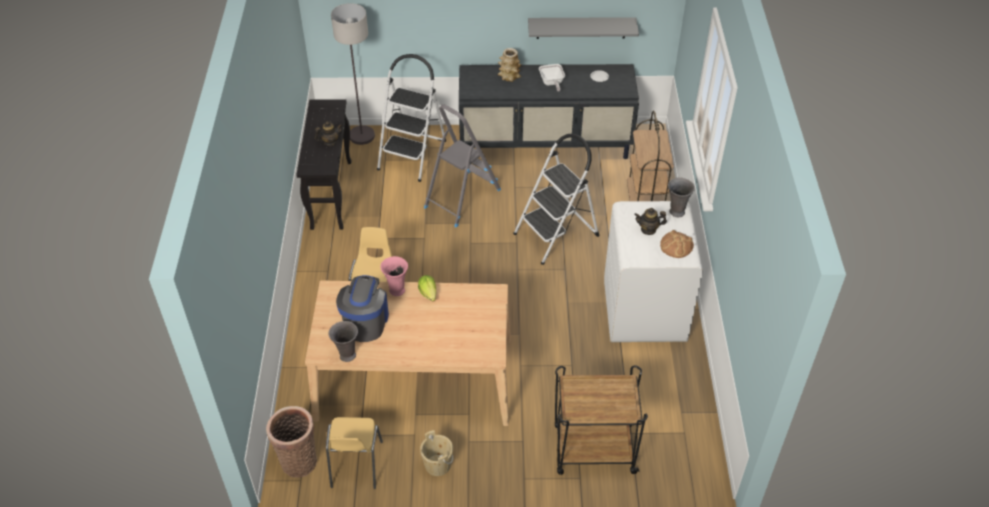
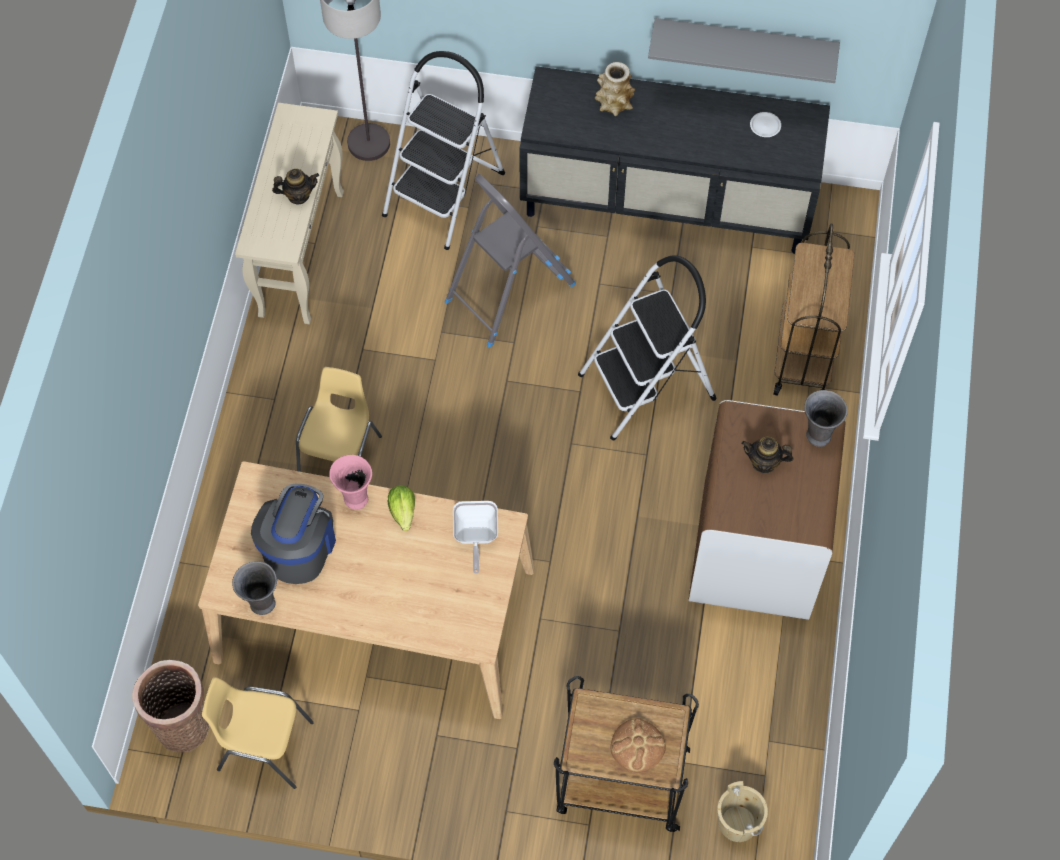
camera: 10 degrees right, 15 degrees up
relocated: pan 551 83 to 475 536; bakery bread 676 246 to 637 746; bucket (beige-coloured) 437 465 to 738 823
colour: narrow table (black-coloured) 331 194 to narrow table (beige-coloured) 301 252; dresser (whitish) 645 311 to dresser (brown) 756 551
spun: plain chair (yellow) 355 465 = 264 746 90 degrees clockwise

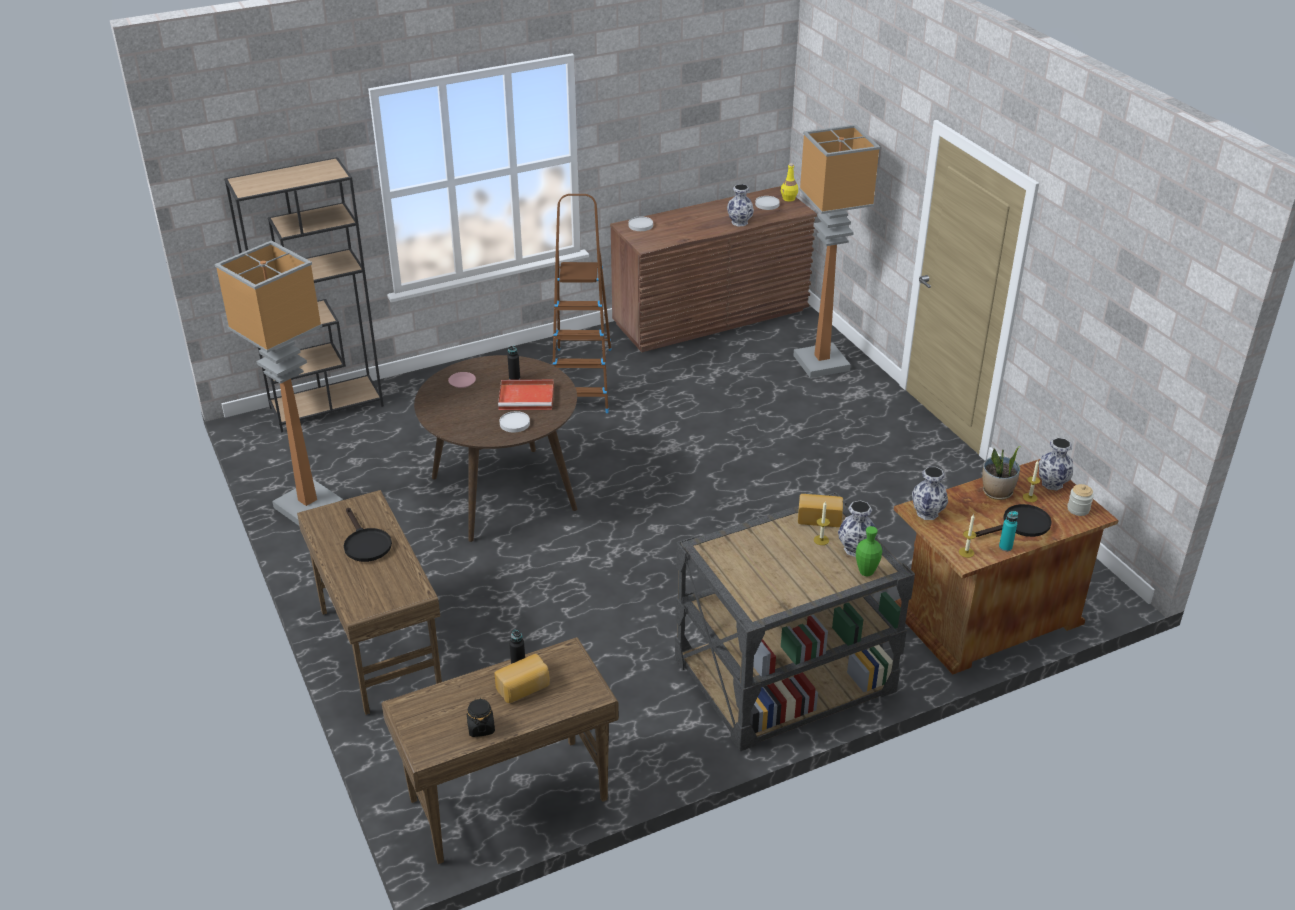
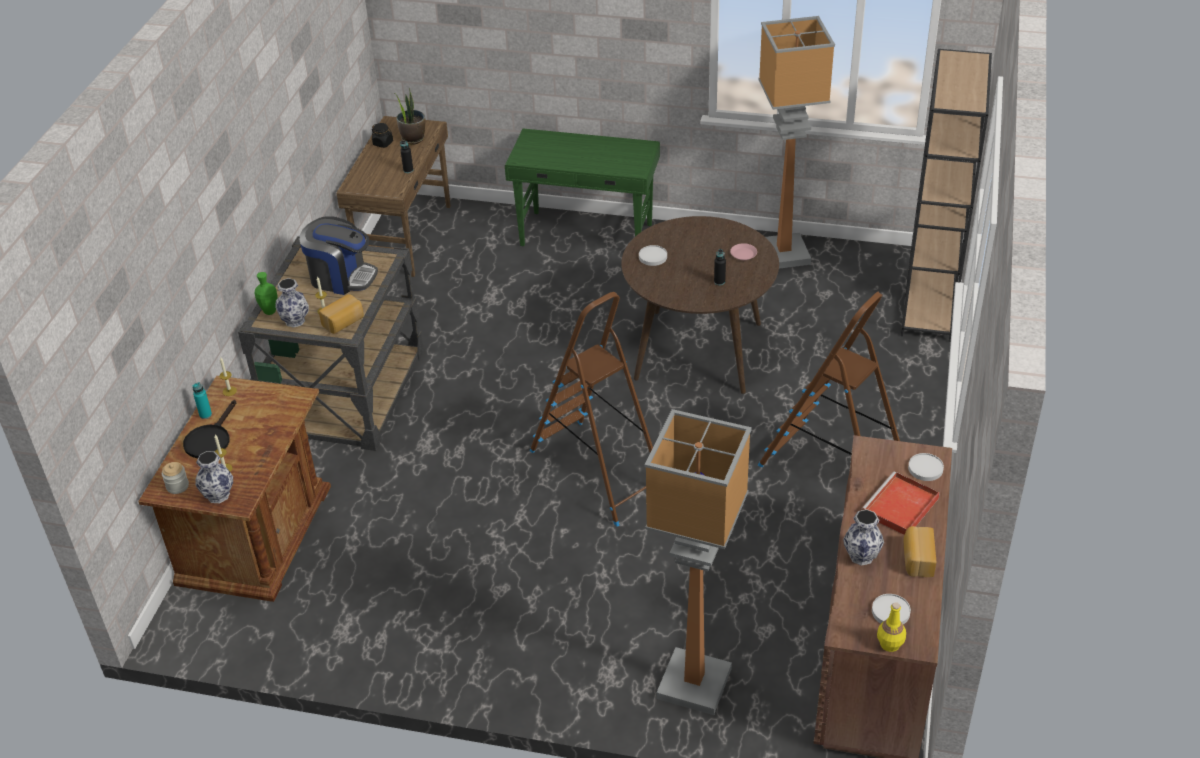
camera: 130 degrees right, 5 degrees up
missing: decorative vase 926 513; pan (black-coloured) 365 543
appeared: coffee machine 341 277; stepladder (brown) 596 471
relocated: carrying tray (reddish) 527 397 to 900 507; potted plant 997 492 to 413 138; bakery bread 524 688 to 917 559
colour: narrow table (brown) 379 649 to narrow table (green) 587 235

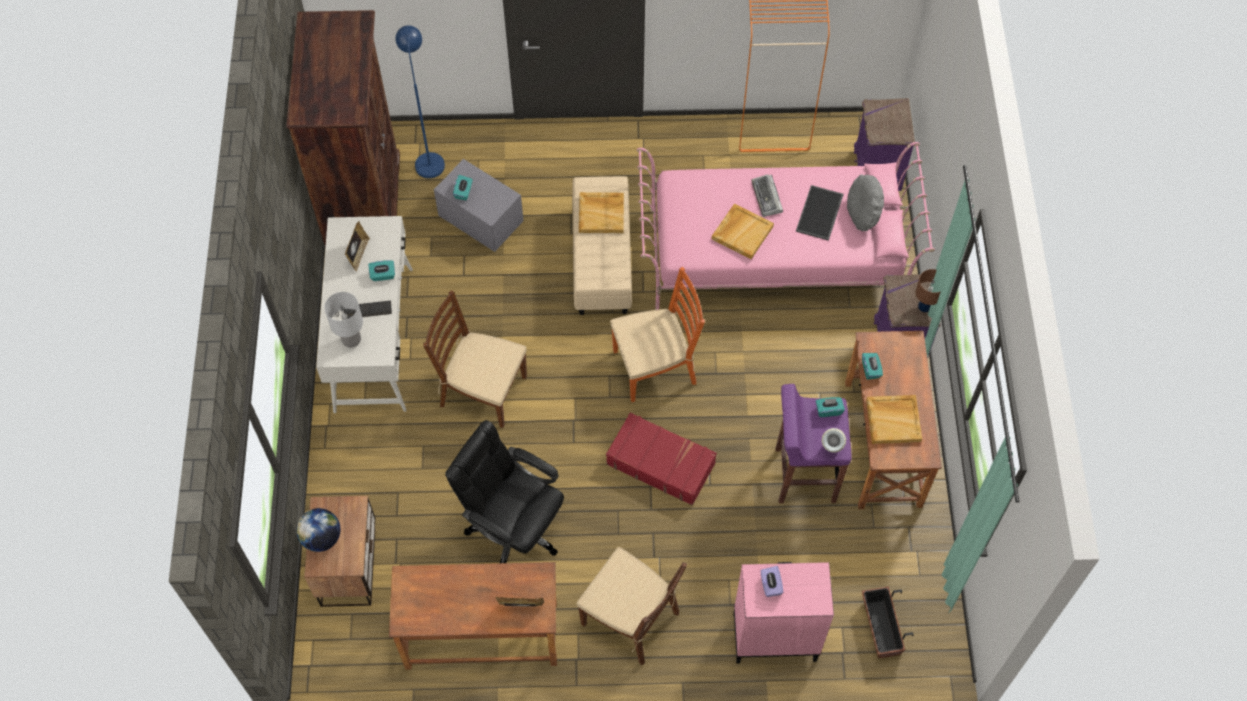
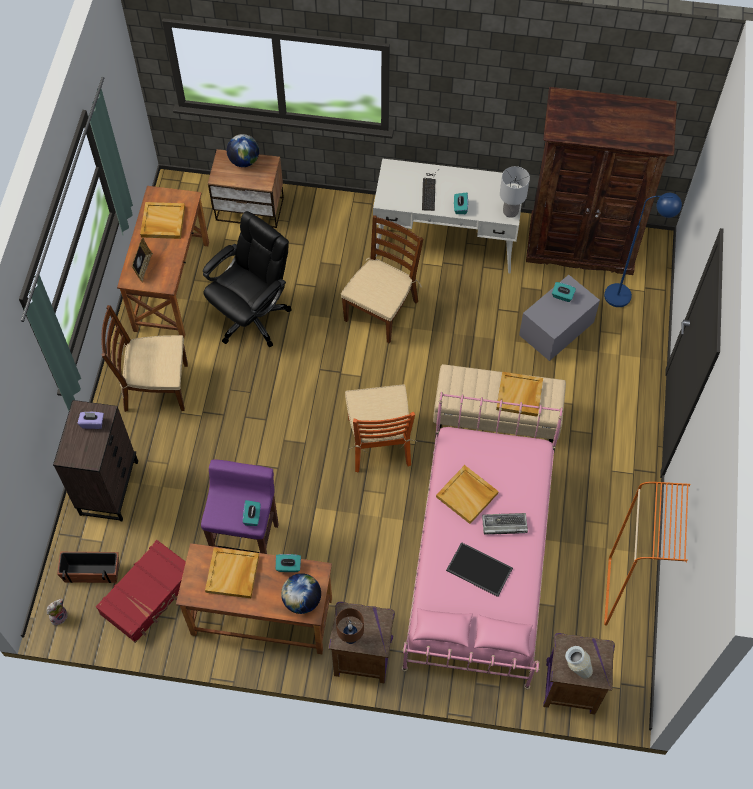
camera: 100 degrees right, 0 degrees up
missing: throw pillow (grey) 862 216; picture frame 358 254
appeared: carrying tray (beige-coloured) 162 222; world globe 302 600; soft toy 59 616
relocated: lamp for a table (grey) 352 341 to 510 212; piece of luggage (reddish) 660 463 to 149 595; decorative vase 830 450 to 576 668
colour: dresser (pink-coloured) 773 637 to dresser (brown) 109 487
spun: plain chair (brown) 631 619 = 155 387 45 degrees clockwise

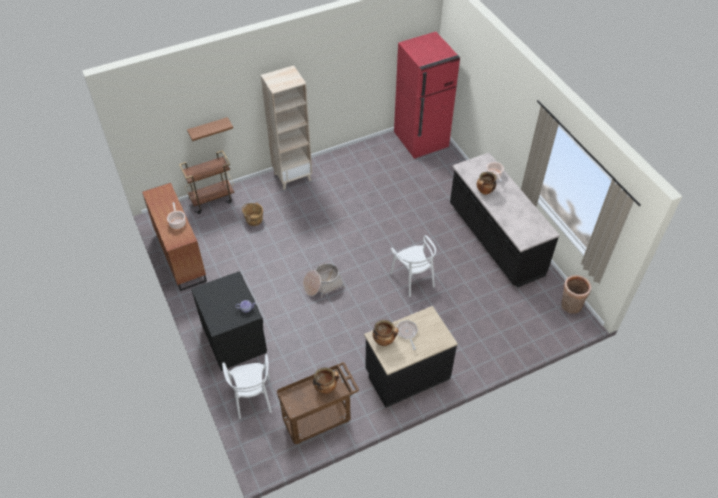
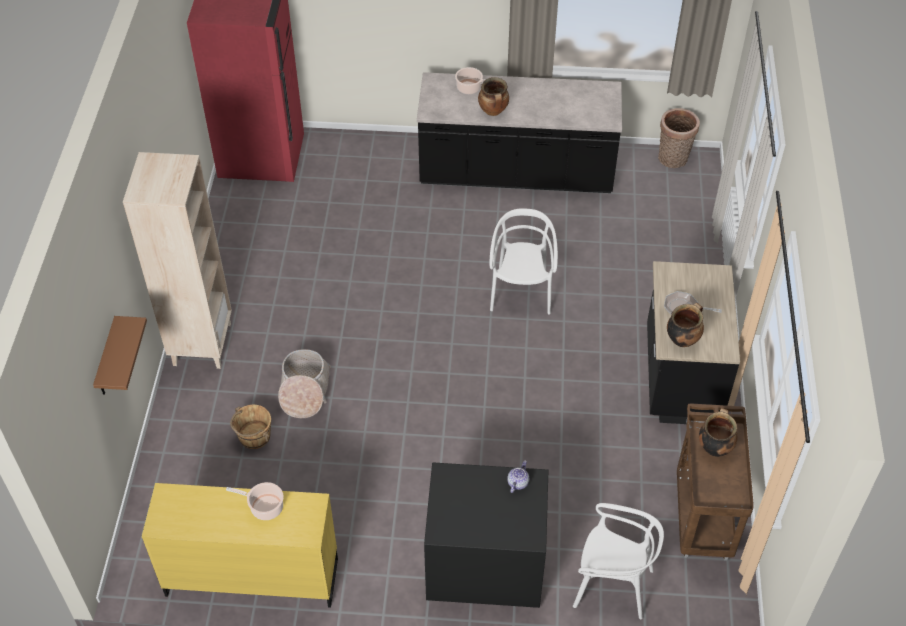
camera: 60 degrees left, 0 degrees up
missing: trolley (brown) 213 201
relocated: basket 322 284 to 304 391
colour: dresser (brown) 180 256 to dresser (yellow) 251 578
spun: plain chair (whitish) 413 279 = 521 292 90 degrees counterclockwise

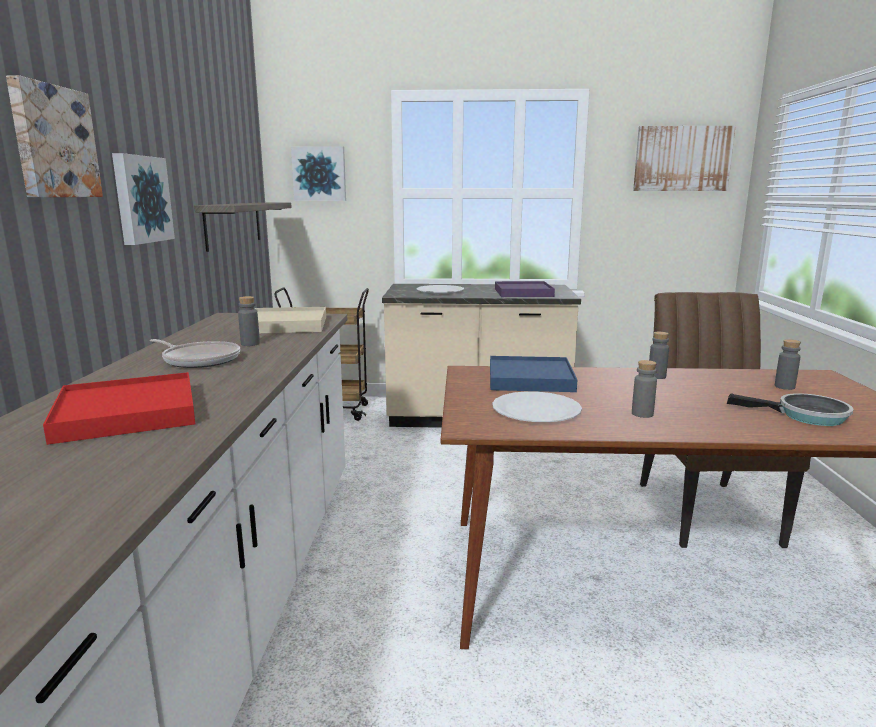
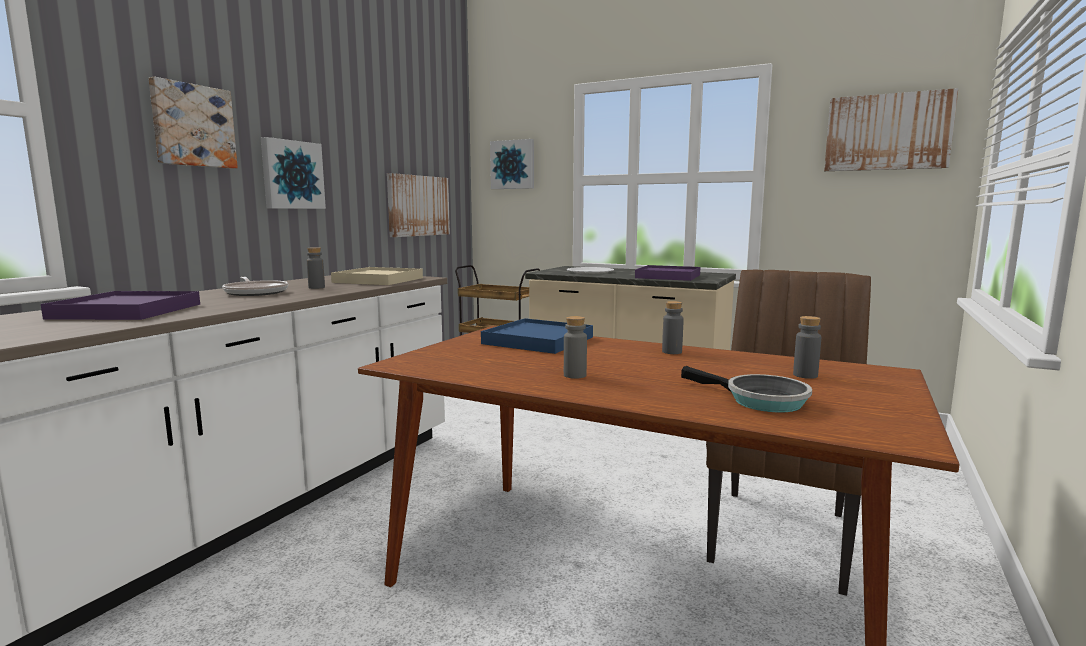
camera: 25 degrees right, 5 degrees down
missing: flat dish (whitish) 536 410
exchanged: shelf 233 224 to wall art 418 206
colour: carrying tray (reddish) 128 413 to carrying tray (purple-coloured) 127 311

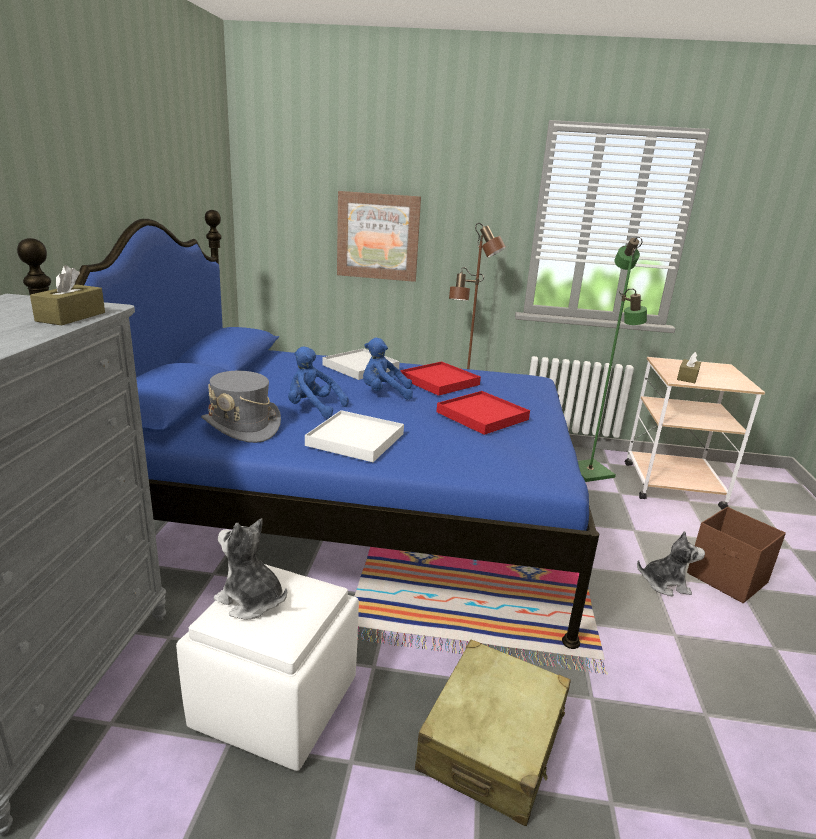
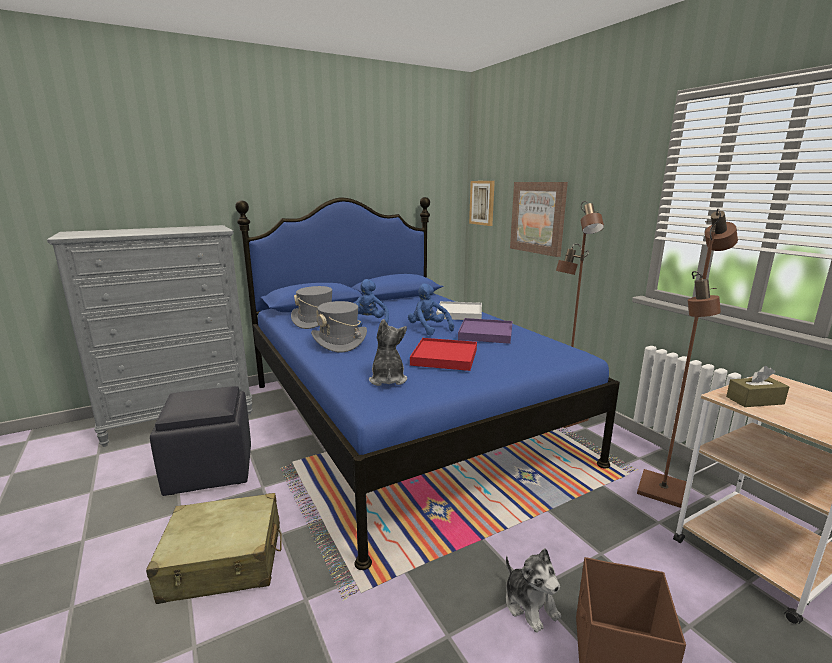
camera: 55 degrees right, 5 degrees down
missing: box of tissues (brown) 71 317
appeared: wall art 482 203
relocated: soft toy 251 601 to 387 379
exchanged: carrying tray (whitish) 356 439 to wearable hat (grey) 340 342
colour: floor lamp (green) 589 471 to floor lamp (brown) 662 490; carrying tray (reddish) 439 381 to carrying tray (purple-coloured) 485 333; pouffe (whitish) 275 701 to pouffe (black-coloured) 211 469

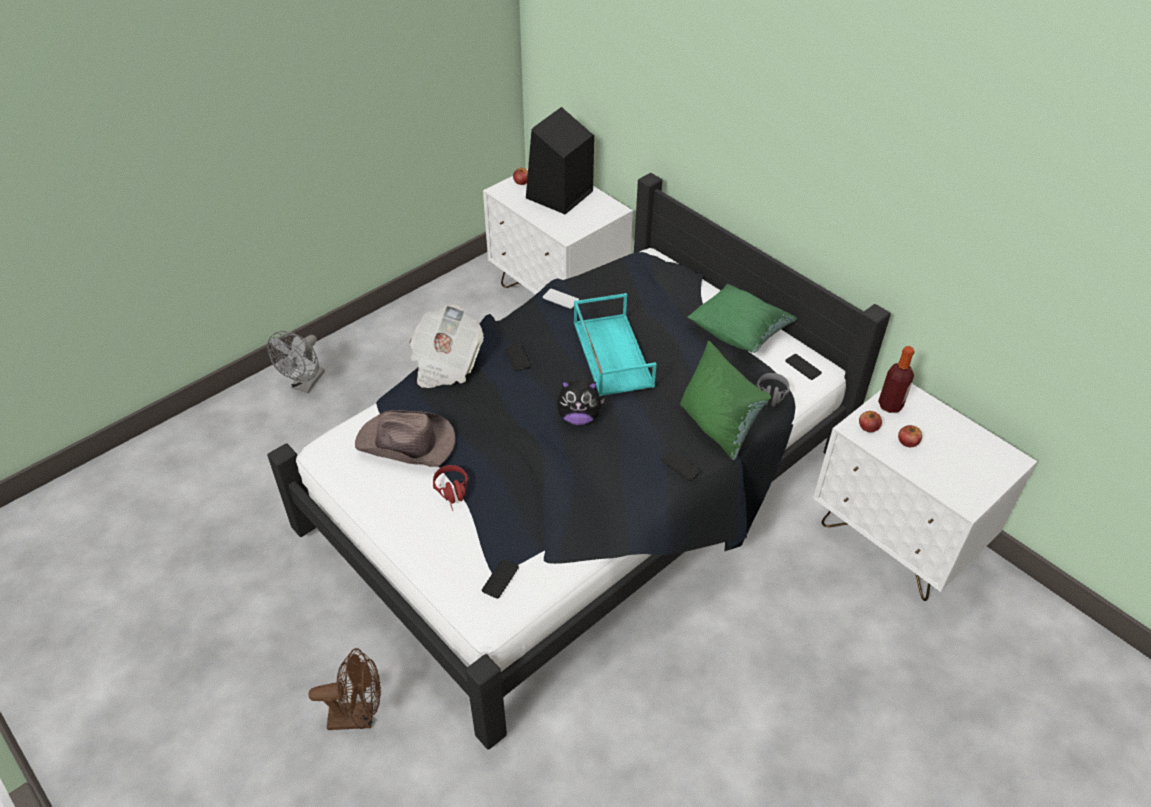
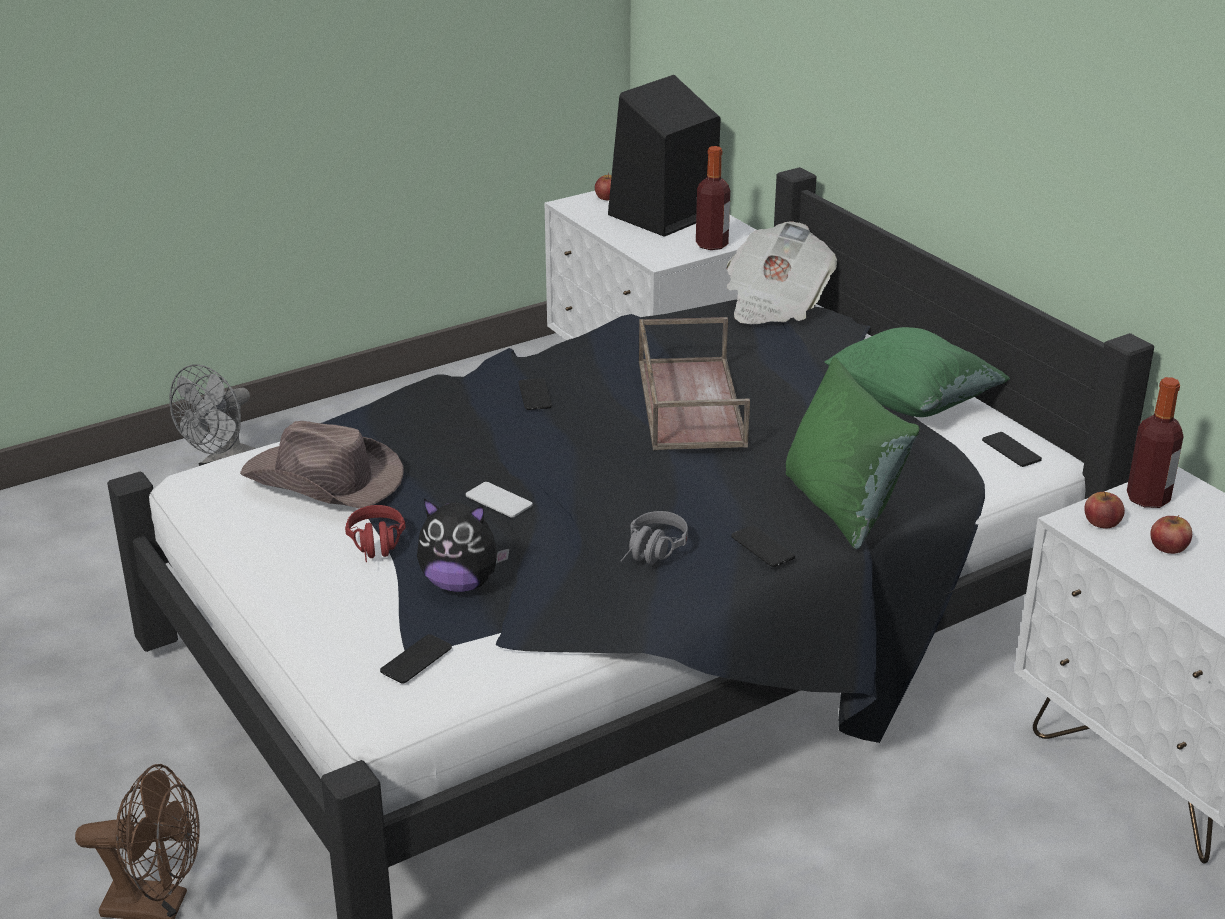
camera: 10 degrees right, 15 degrees down
appeared: bottle 711 245
relocated: phone 560 299 to 499 501; daily paper 445 363 to 775 303; headphones (grey) 770 398 to 652 554; soft toy 579 417 to 460 584
colour: carrying tray (blue-green) 611 353 to carrying tray (brown) 688 402

